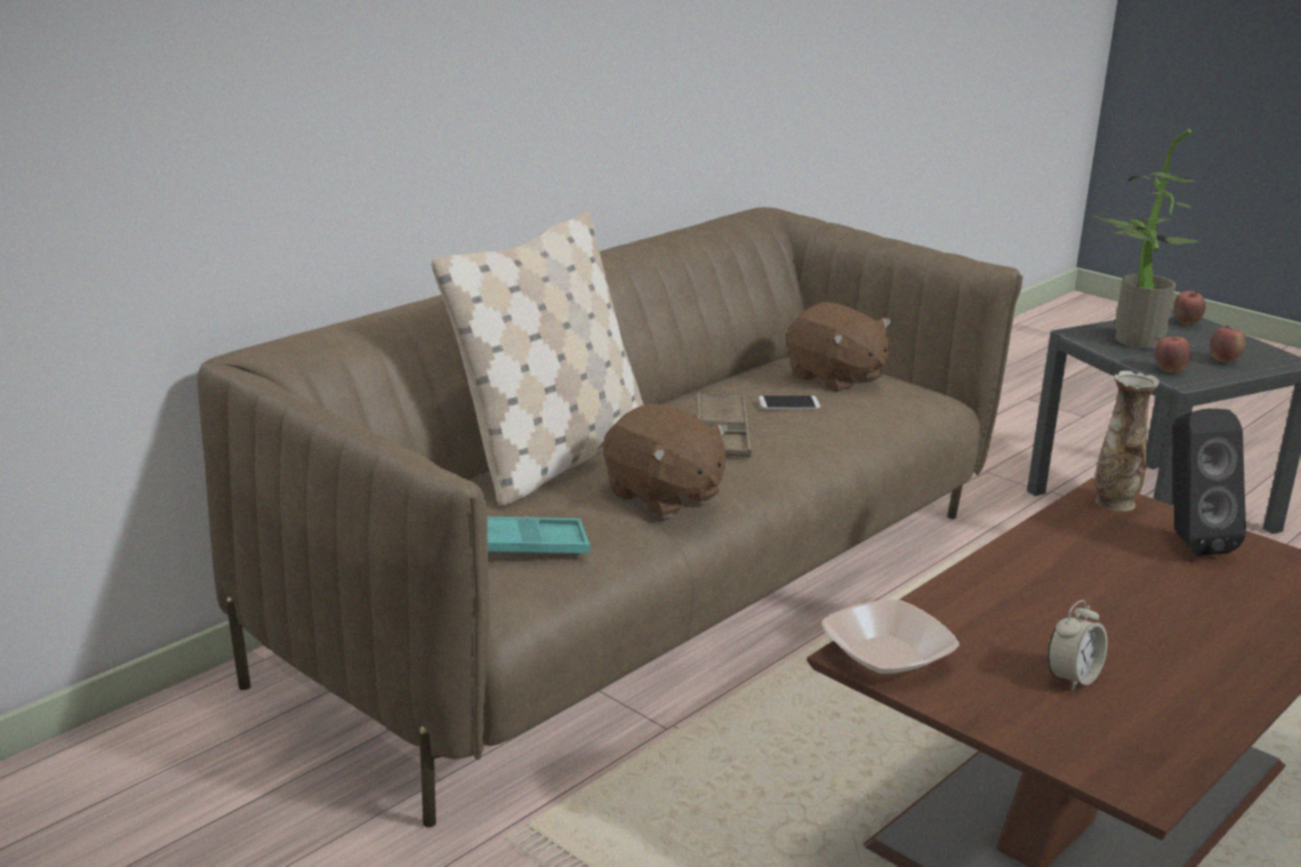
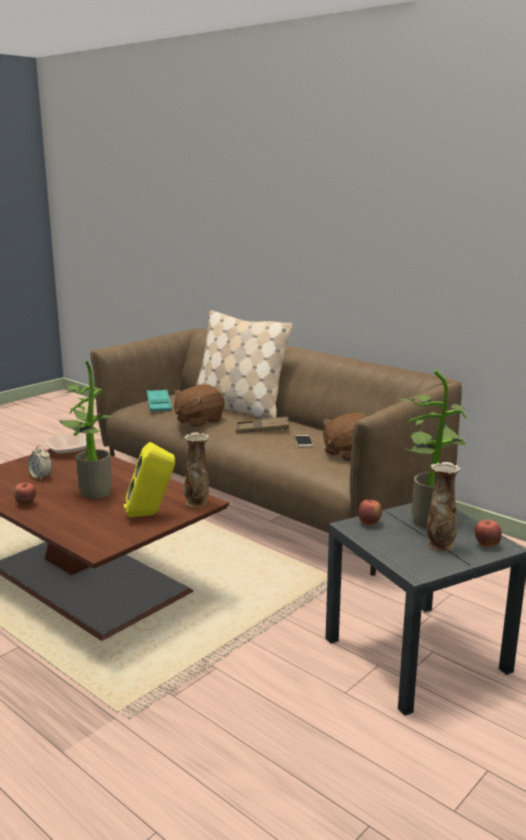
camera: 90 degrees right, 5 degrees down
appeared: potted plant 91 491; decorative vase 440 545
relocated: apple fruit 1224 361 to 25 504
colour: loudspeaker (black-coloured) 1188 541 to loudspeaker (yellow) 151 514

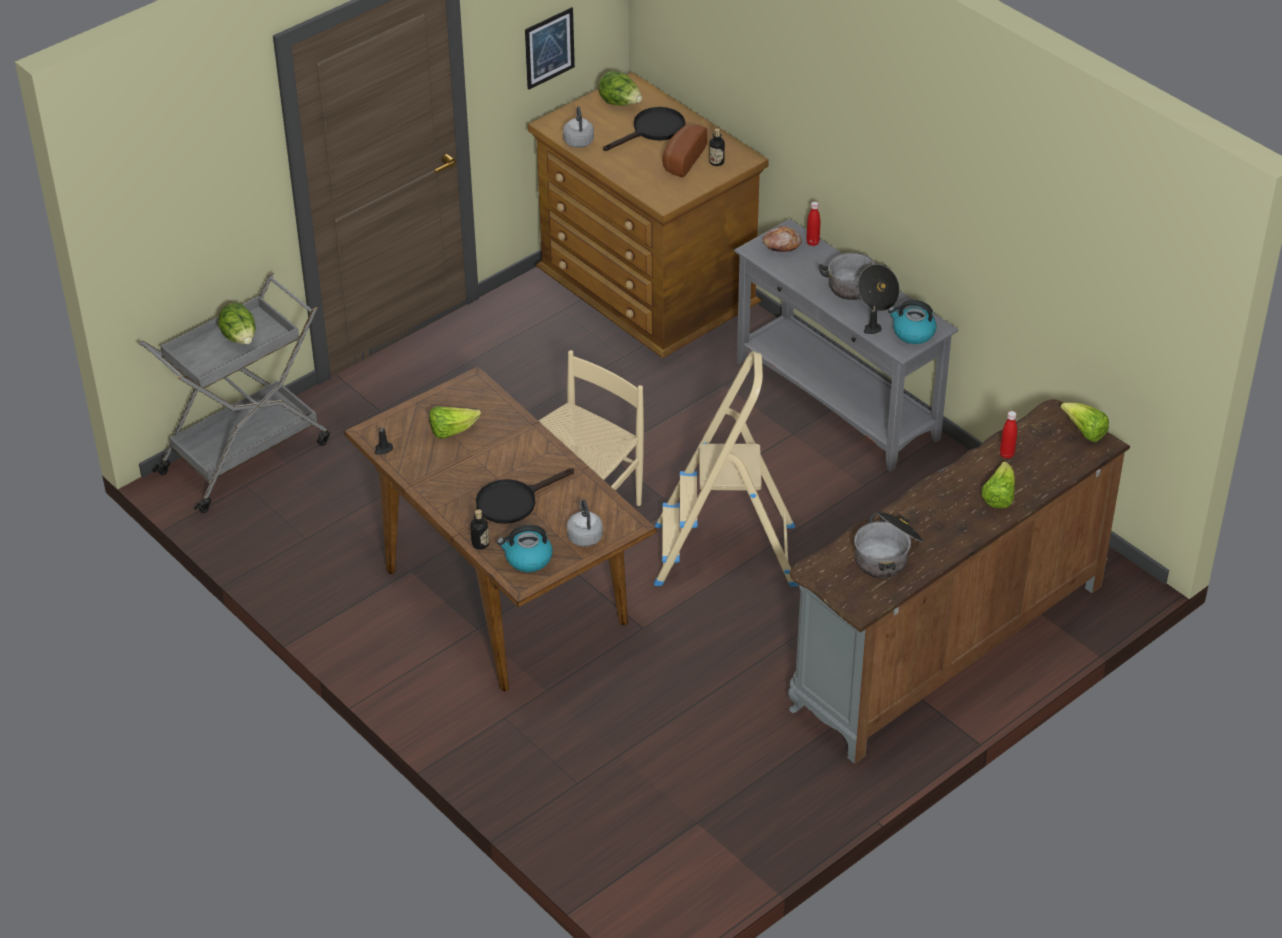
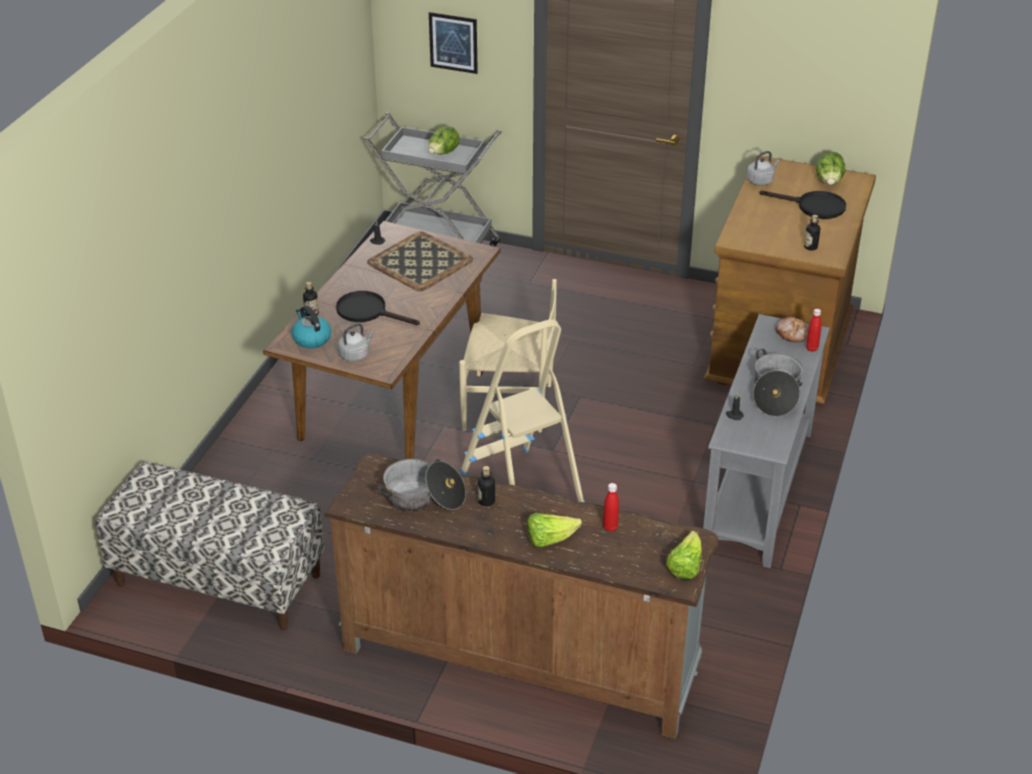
camera: 60 degrees right, 5 degrees down
missing: bakery bread 681 160; tea kettle 912 333
appeared: bench 218 580; bottle 486 501
relocated: wall art 549 48 to 453 42
exchanged: lettuce head 452 431 to carrying tray 420 261

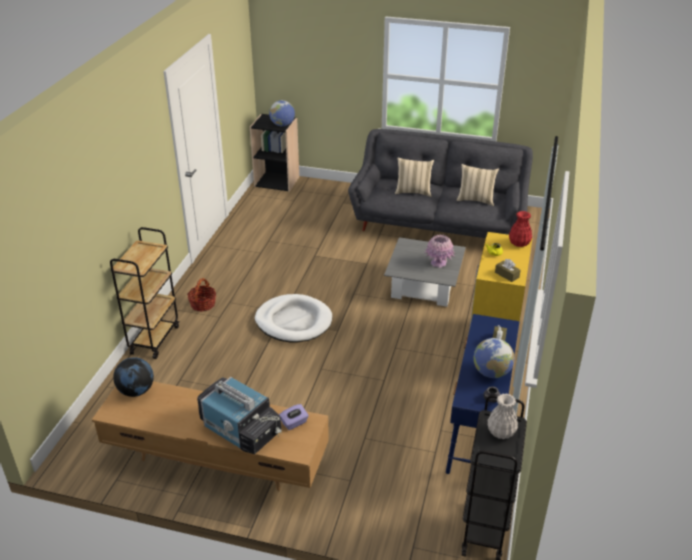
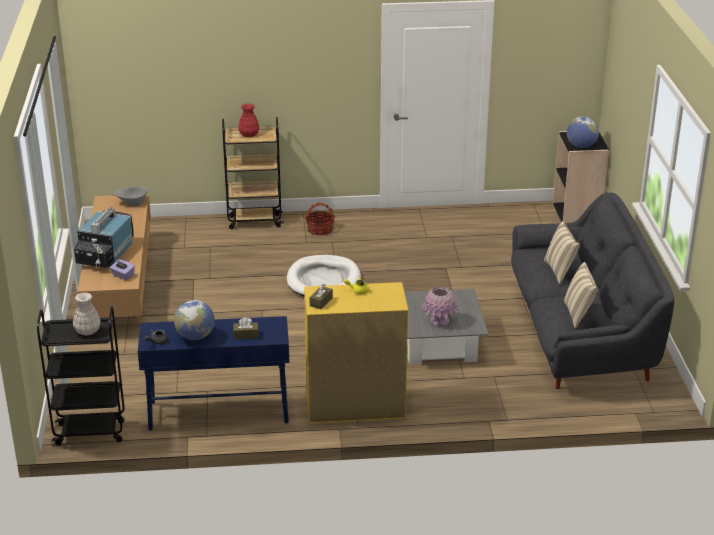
camera: 70 degrees right, 5 degrees down
relocated: decorative vase (reddish) 519 243 to 249 134
exchanged: world globe 136 391 to bowl (grey) 132 203

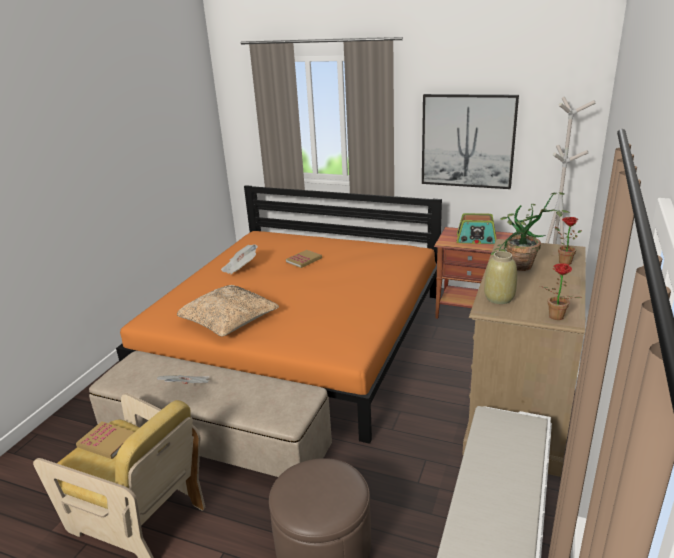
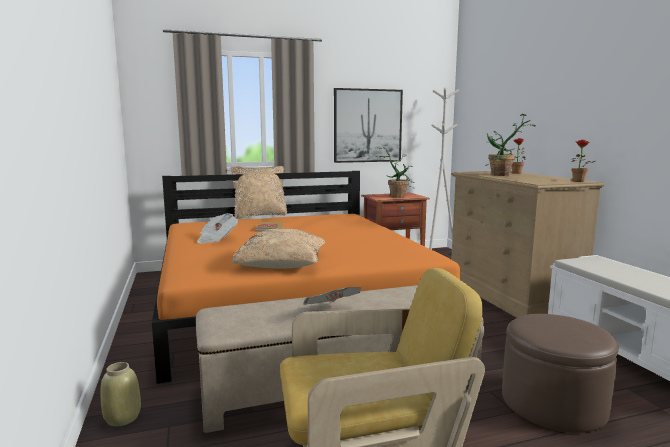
camera: 40 degrees left, 15 degrees down
missing: volume 107 442
appeared: throw pillow (beige-coloured) 261 216
relocated: decorative vase (beige-coloured) 498 298 to 122 418
exchanged: radio 476 240 to potted plant 397 196

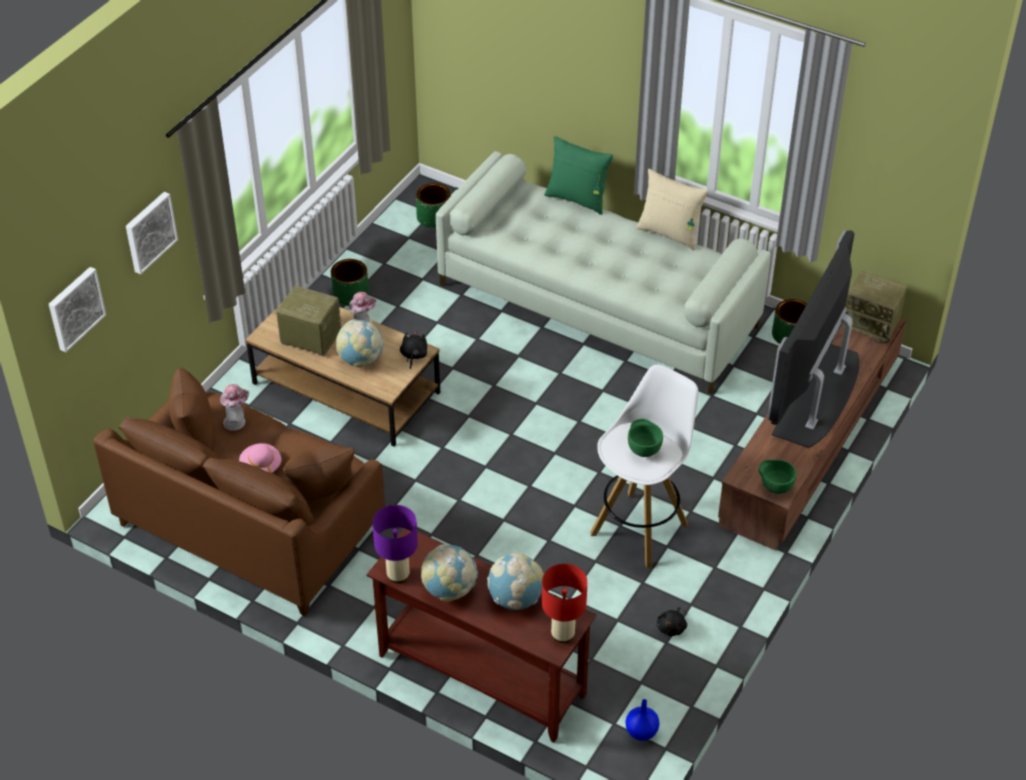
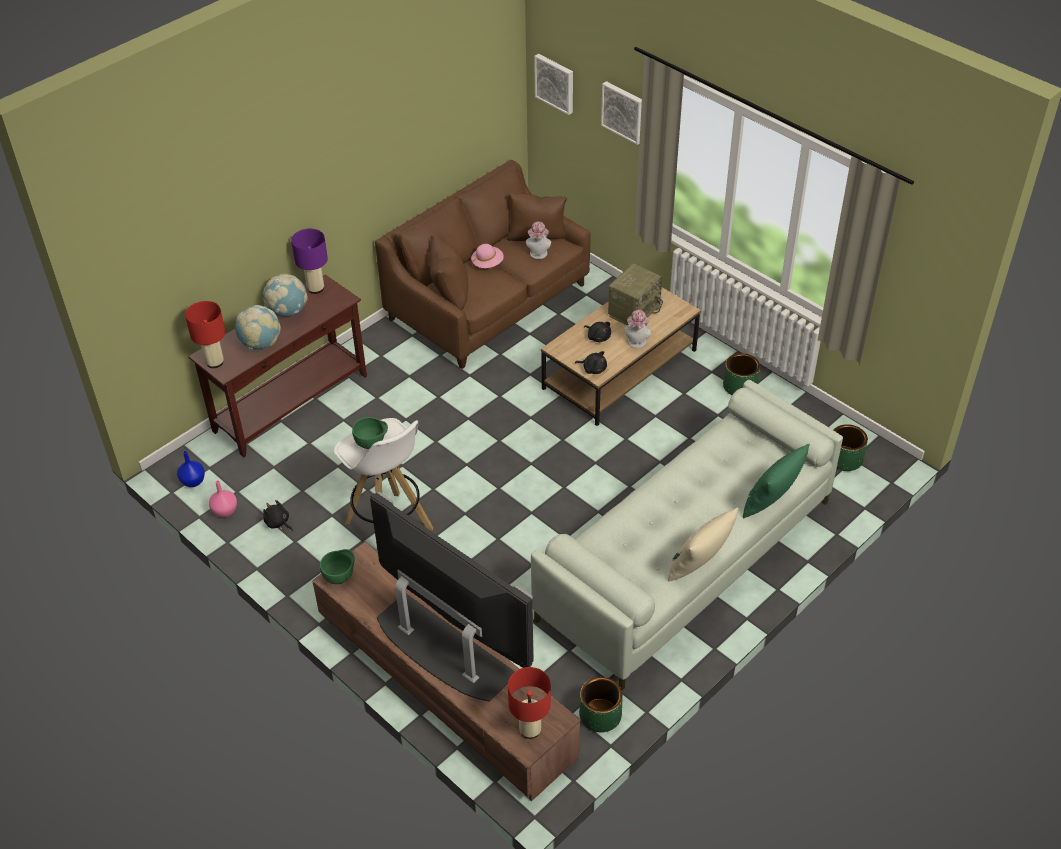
camera: 105 degrees right, 0 degrees up
appeared: decorative vase (pink-coloured) 224 511
exchanged: radio 871 324 to lamp for a table (reddish) 530 730; world globe 360 360 to soft toy (black-coloured) 598 337

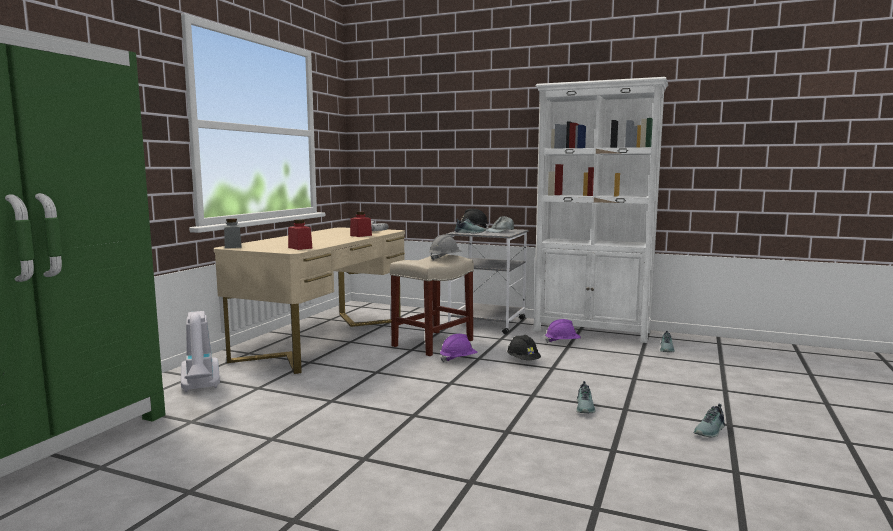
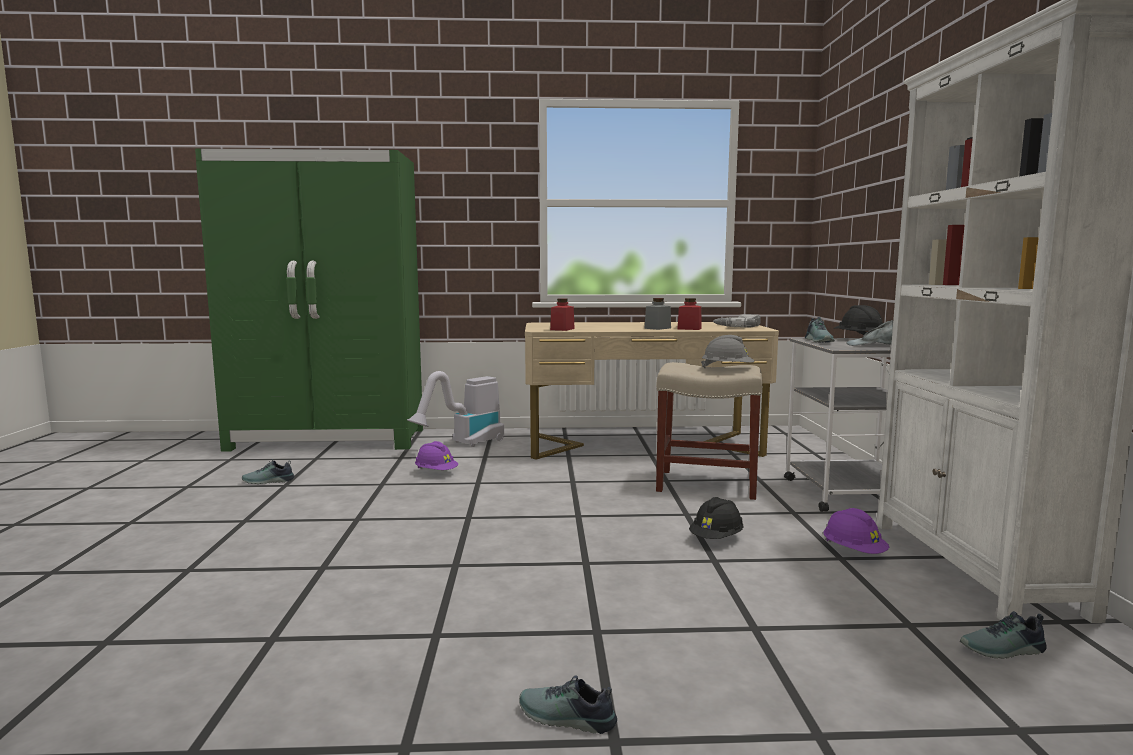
camera: 65 degrees right, 0 degrees up
relocated: storage jar (grey) 233 246 to 657 328; hard hat (purple-coloured) 458 359 to 436 472; low shoe 585 407 to 268 481

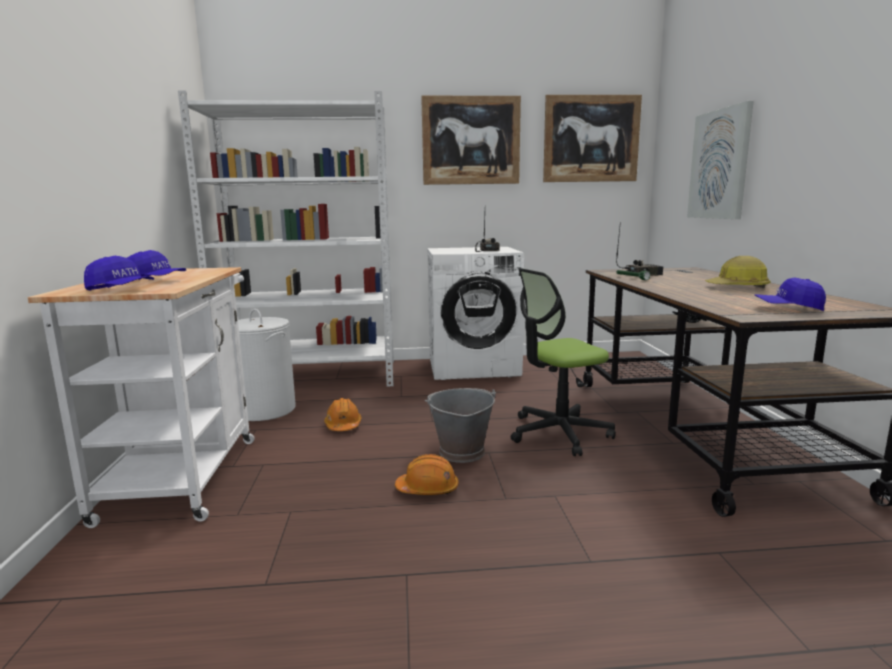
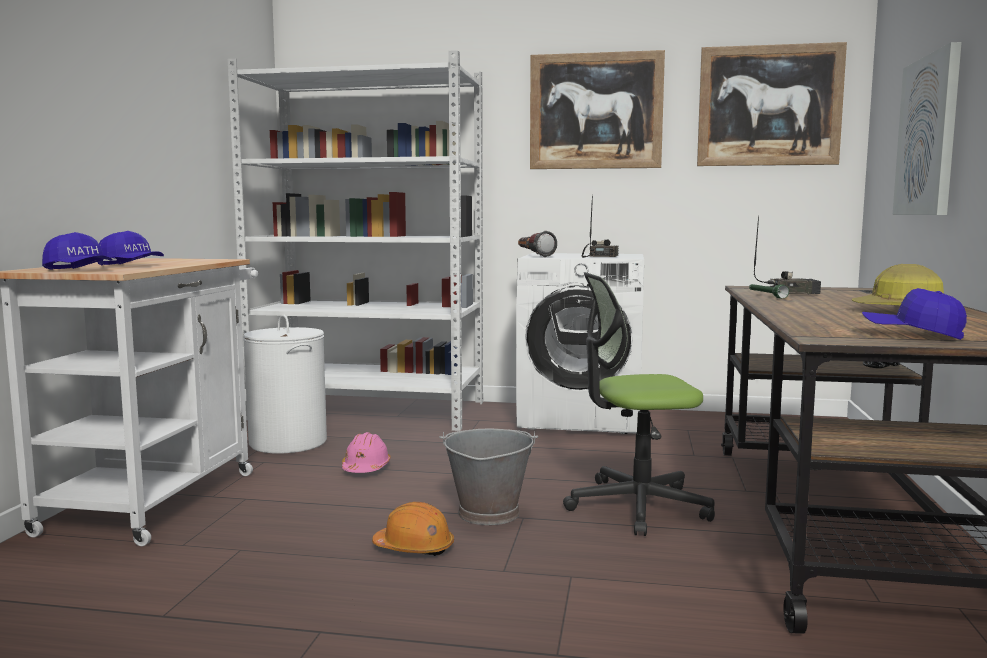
camera: 15 degrees right, 5 degrees down
appeared: flashlight 533 256
colour: hard hat (orange) 343 425 to hard hat (pink-coloured) 366 468

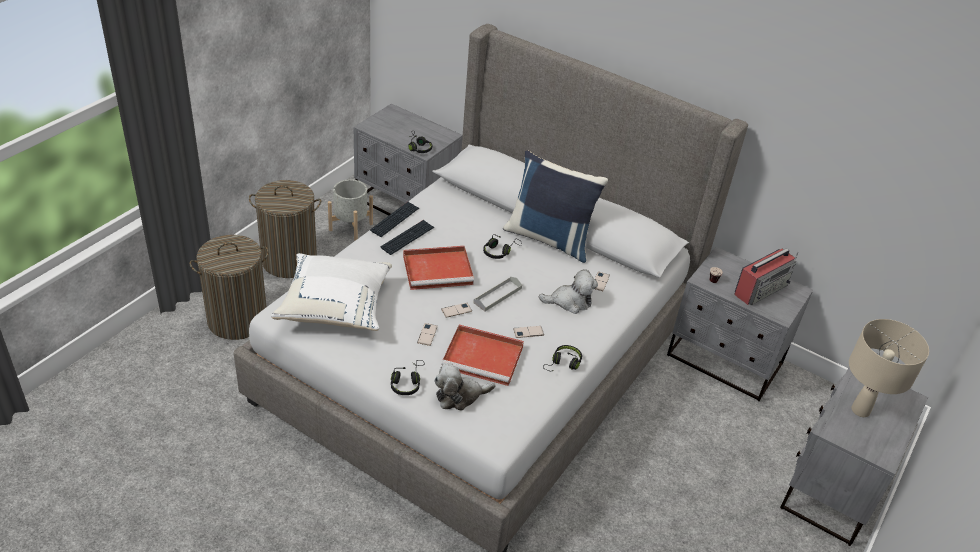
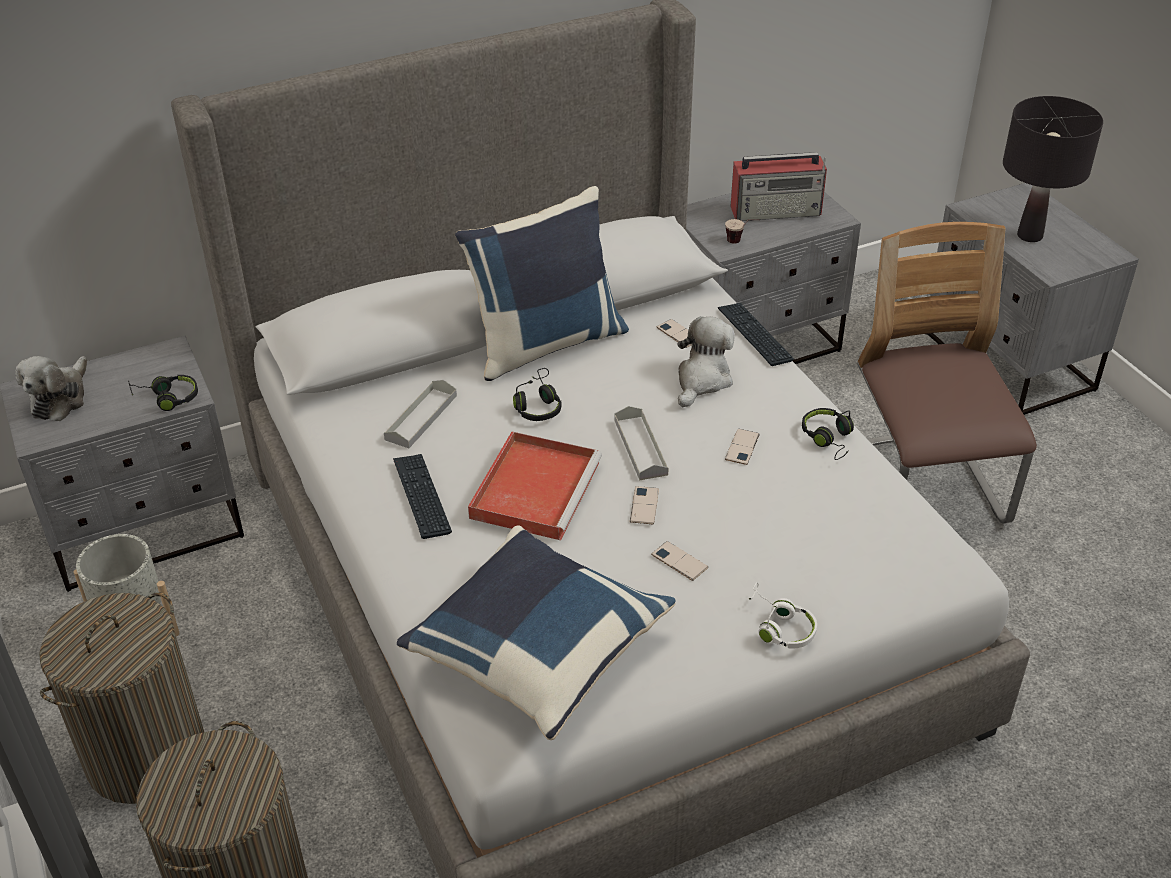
camera: 55 degrees left, 0 degrees up
missing: carrying tray (reddish) 484 357
appeared: plain chair 923 489; carrying tray (grey) 421 417
relocated: PC keyboard 395 220 to 754 335; soft toy 460 396 to 60 398
colour: throw pillow (whitish) 336 306 to throw pillow (blue-coloured) 536 652; lamp for a table (beige-coloured) 860 410 to lamp for a table (black-coloured) 1029 235; headphones (black-coloured) 407 382 to headphones (whitish) 779 626
spun: radio 761 289 = 777 211 90 degrees clockwise

